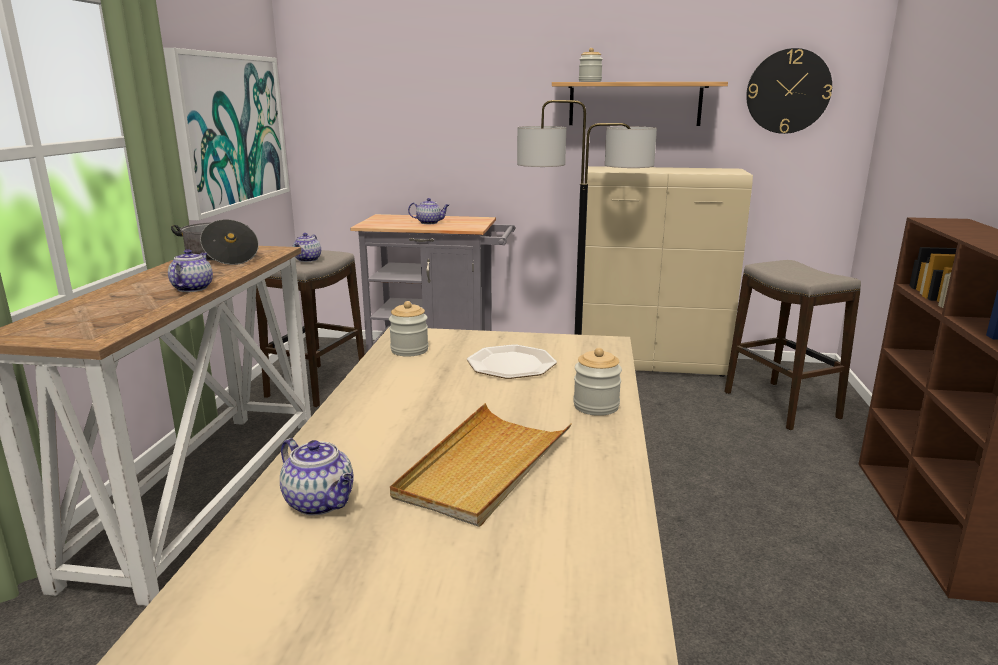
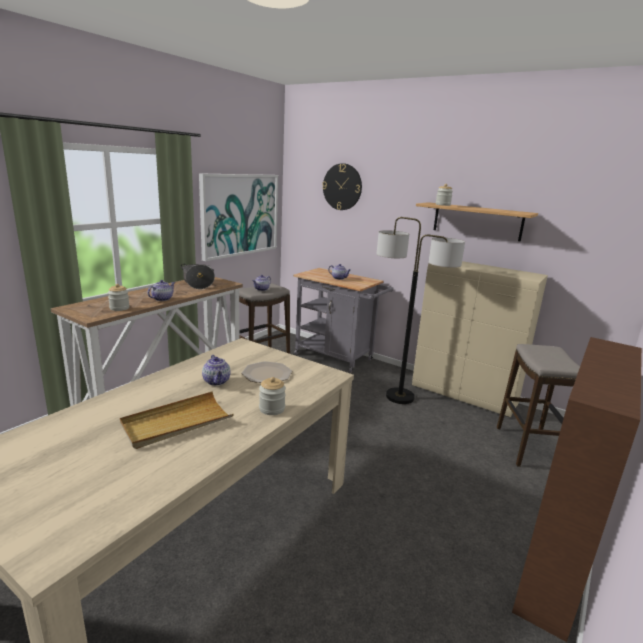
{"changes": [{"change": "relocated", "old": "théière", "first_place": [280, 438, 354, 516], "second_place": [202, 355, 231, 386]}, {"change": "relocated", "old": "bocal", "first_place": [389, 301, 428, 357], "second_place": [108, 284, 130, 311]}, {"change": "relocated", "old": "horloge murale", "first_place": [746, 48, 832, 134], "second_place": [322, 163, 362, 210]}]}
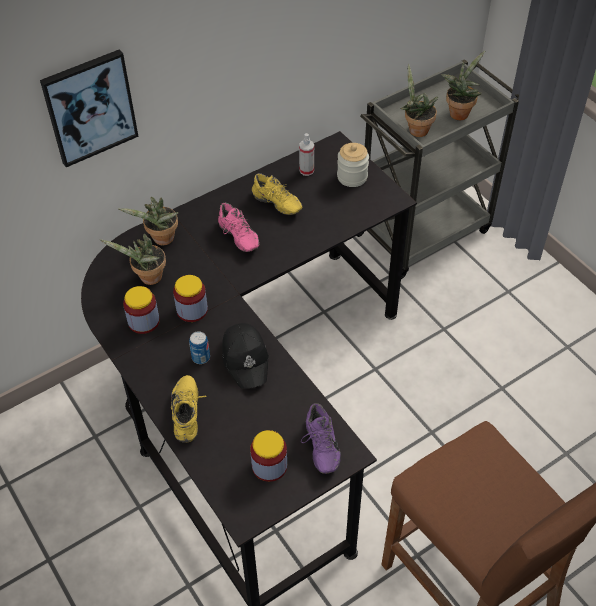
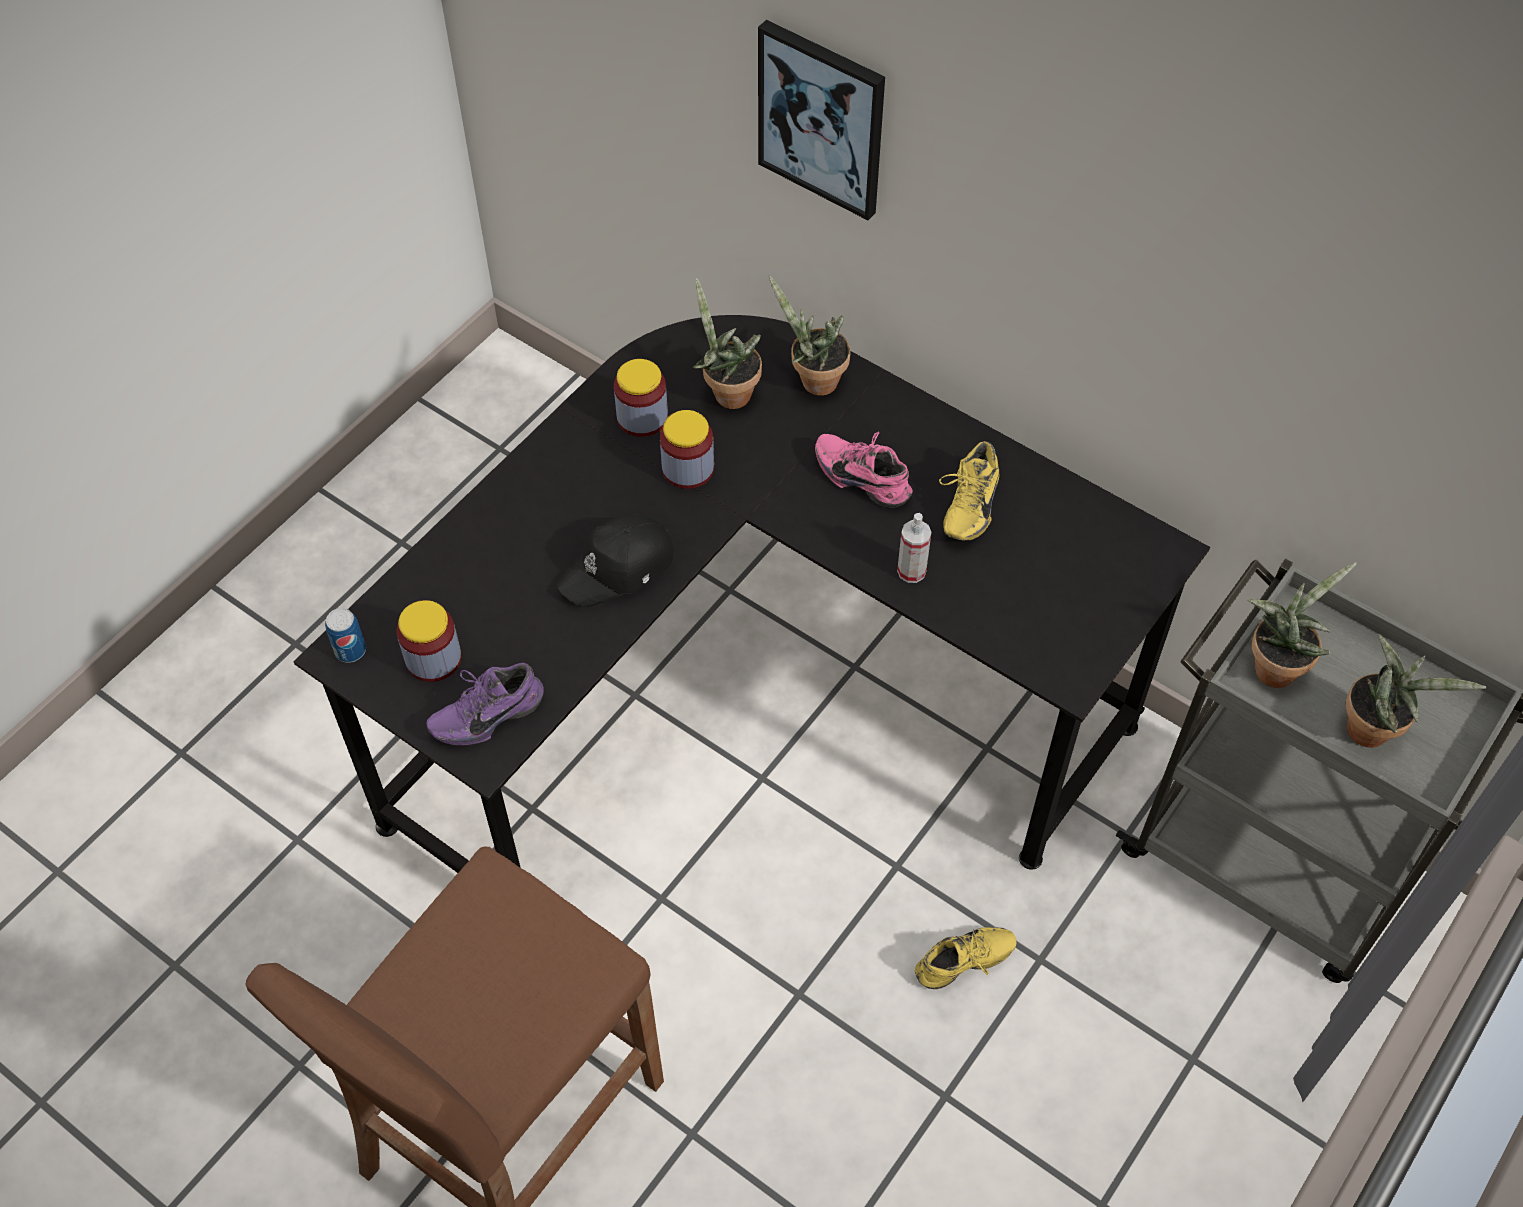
{"changes": [{"change": "missing", "old": "bocal", "first_place": [337, 143, 369, 187]}, {"change": "relocated", "old": "chaussure/jaune", "first_place": [171, 375, 206, 443], "second_place": [915, 927, 1017, 989]}, {"change": "relocated", "old": "boîte métallique", "first_place": [189, 331, 210, 364], "second_place": [325, 608, 366, 663]}, {"change": "relocated", "old": "vaporisateur", "first_place": [299, 133, 314, 176], "second_place": [897, 513, 931, 583]}, {"change": "spun", "old": "chaussure/rose", "first_place": [218, 203, 259, 252], "second_place": [815, 431, 913, 508], "degrees": 90}]}
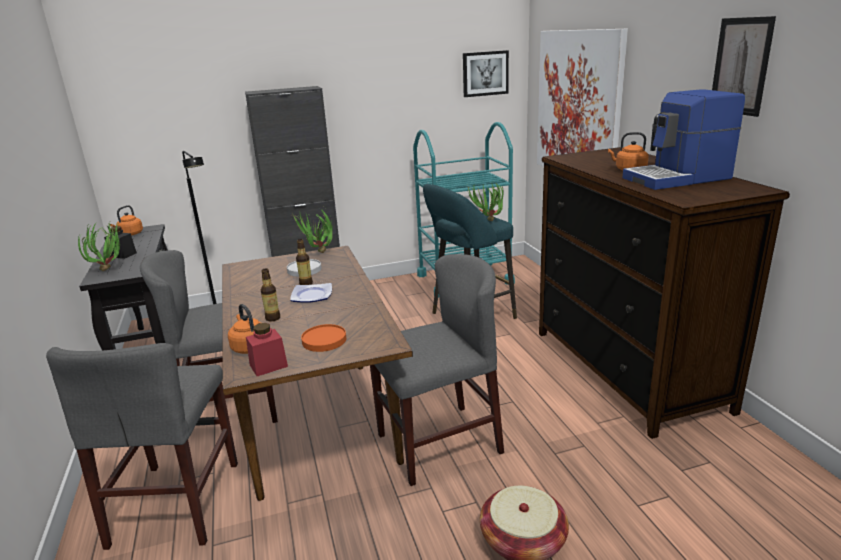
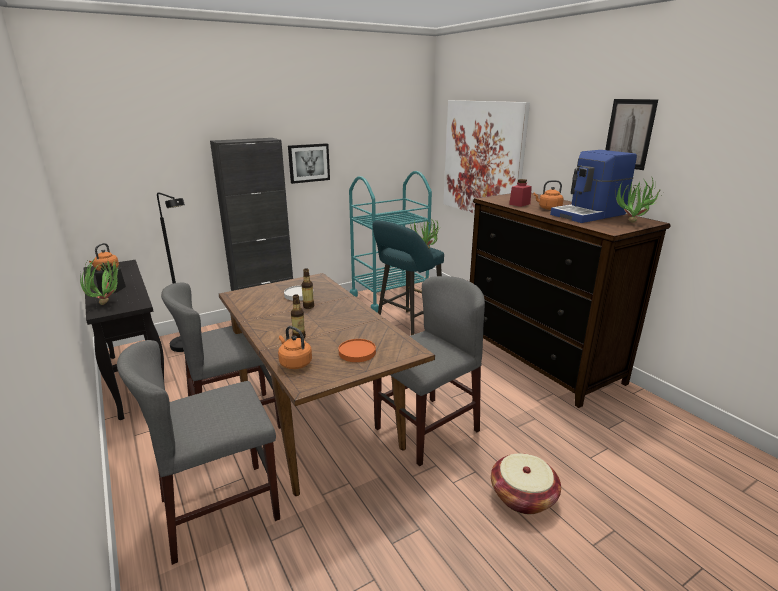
{"changes": [{"change": "missing", "old": "assiette", "first_place": [290, 283, 332, 303]}, {"change": "relocated", "old": "bocal/rouge", "first_place": [246, 323, 288, 376], "second_place": [509, 179, 532, 207]}, {"change": "relocated", "old": "plante en pot", "first_place": [290, 209, 333, 253], "second_place": [616, 178, 660, 223]}, {"change": "relocated", "old": "tableau", "first_place": [463, 50, 509, 97], "second_place": [288, 143, 330, 184]}, {"change": "spun", "old": "chaise/gris", "first_place": [46, 343, 238, 550], "second_place": [117, 340, 280, 565], "degrees": 75}]}
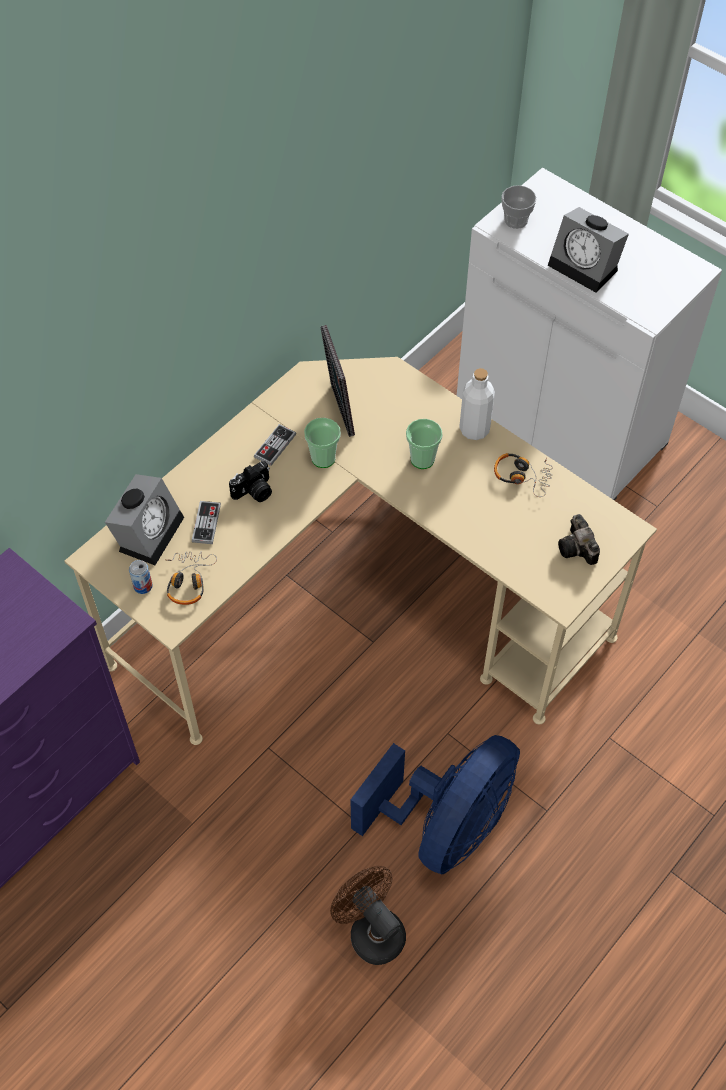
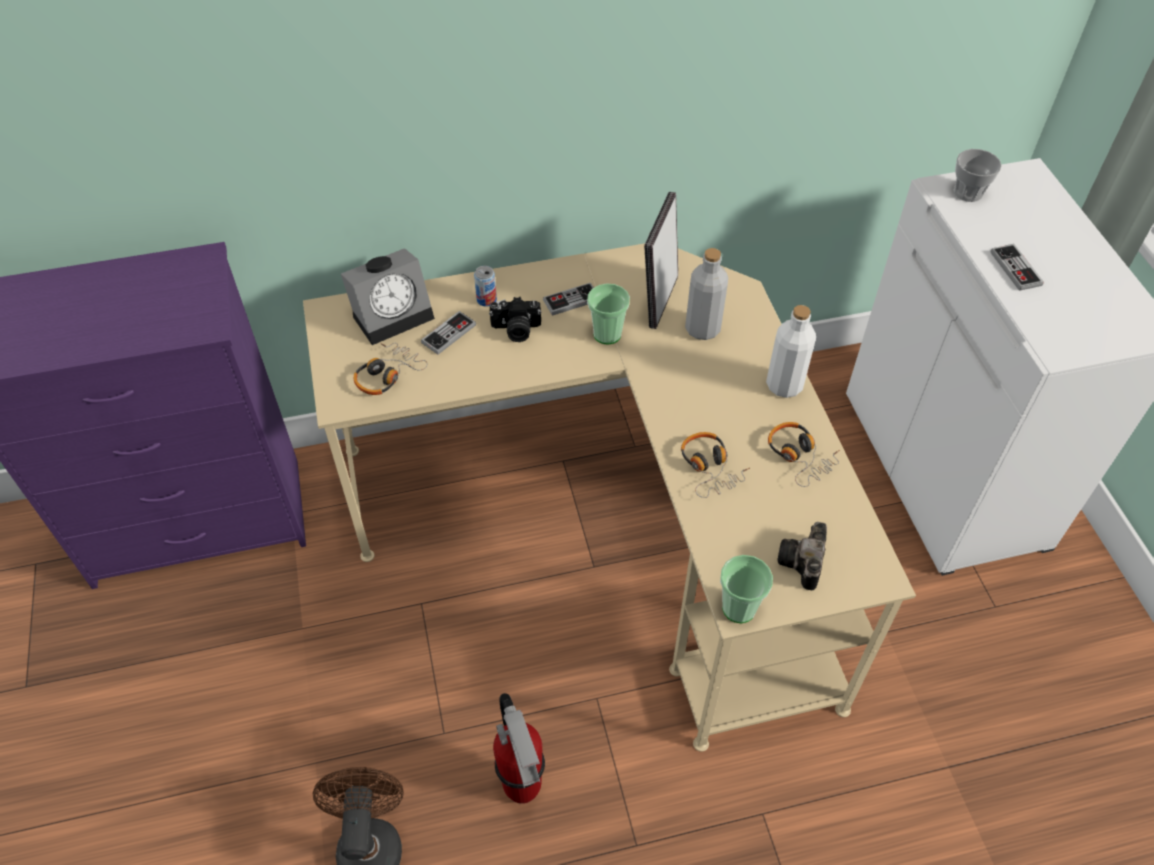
{"changes": [{"change": "appeared", "new": "casque audio", "second_place": [681, 432, 750, 498]}, {"change": "appeared", "new": "bouteille/gris", "second_place": [685, 248, 728, 340]}, {"change": "relocated", "old": "boîte métallique", "first_place": [129, 560, 153, 594], "second_place": [474, 266, 497, 307]}, {"change": "relocated", "old": "tasse", "first_place": [406, 419, 443, 469], "second_place": [720, 555, 773, 623]}, {"change": "exchanged", "old": "ventilateur/bleu", "new": "extincteur", "first_place": [350, 735, 520, 874], "second_place": [493, 693, 545, 804]}, {"change": "exchanged", "old": "réveil", "new": "manette", "first_place": [548, 207, 629, 293], "second_place": [990, 244, 1044, 291]}]}
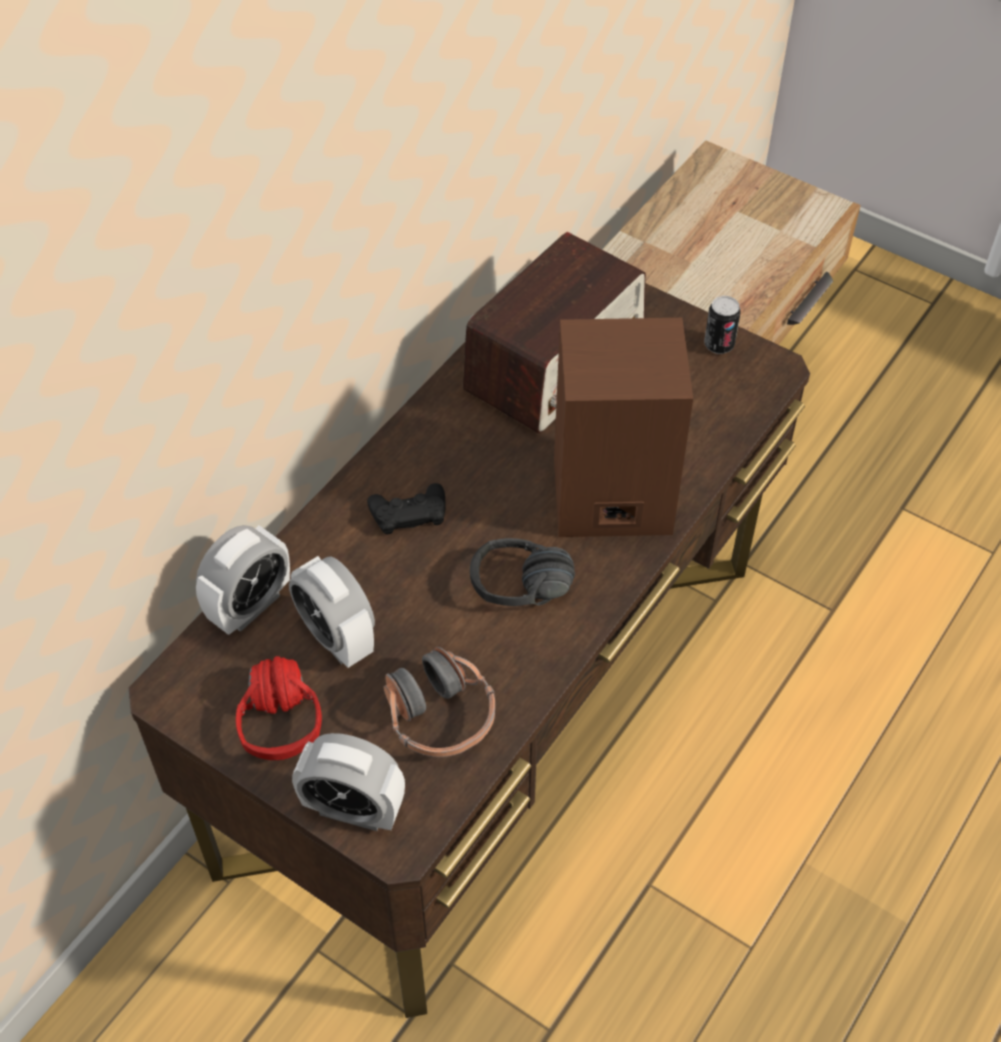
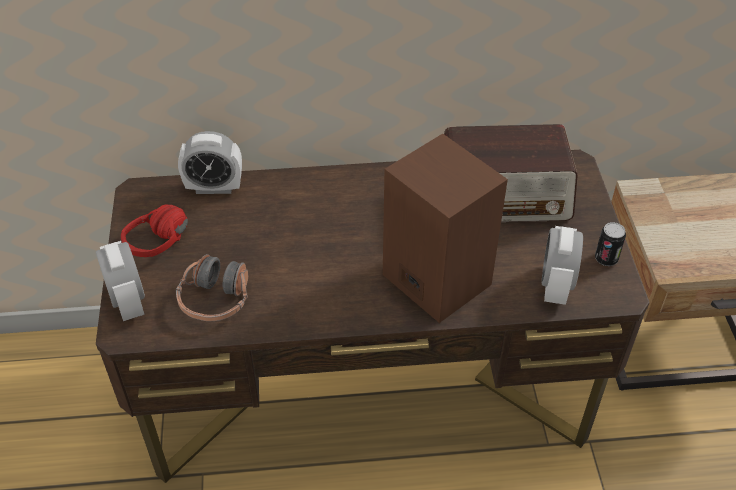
{"changes": [{"change": "missing", "old": "manette/noir", "first_place": [367, 483, 446, 535]}, {"change": "missing", "old": "casque audio/noir", "first_place": [470, 538, 575, 606]}, {"change": "relocated", "old": "réveil", "first_place": [289, 556, 375, 668], "second_place": [542, 226, 583, 305]}]}
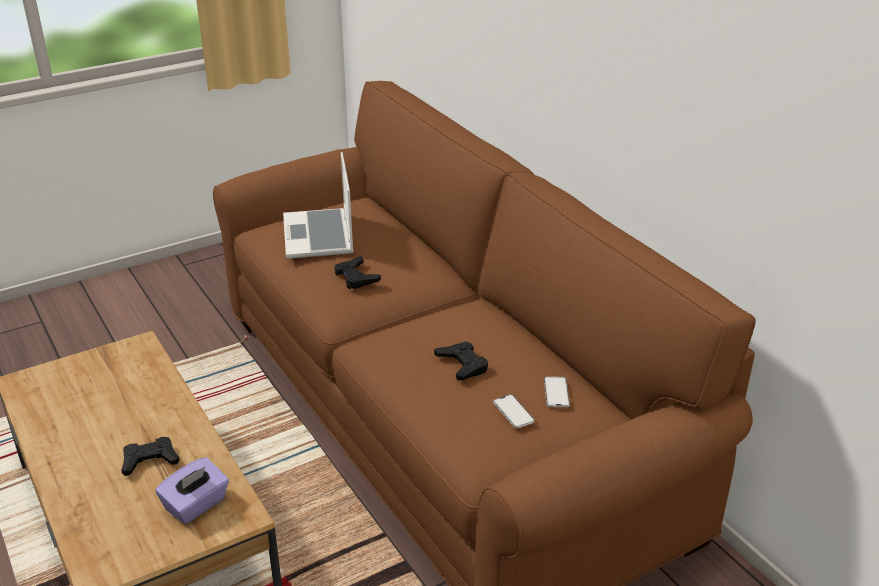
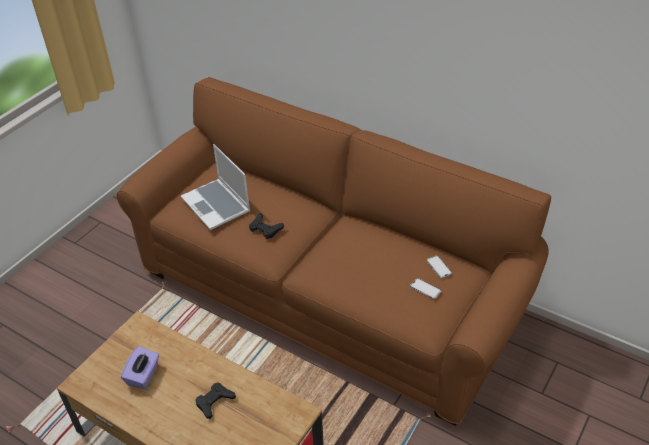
{"changes": [{"change": "missing", "old": "manette/noir", "first_place": [434, 341, 488, 380]}, {"change": "relocated", "old": "boîte à mouchoirs/violet", "first_place": [155, 457, 229, 524], "second_place": [121, 346, 159, 389]}]}
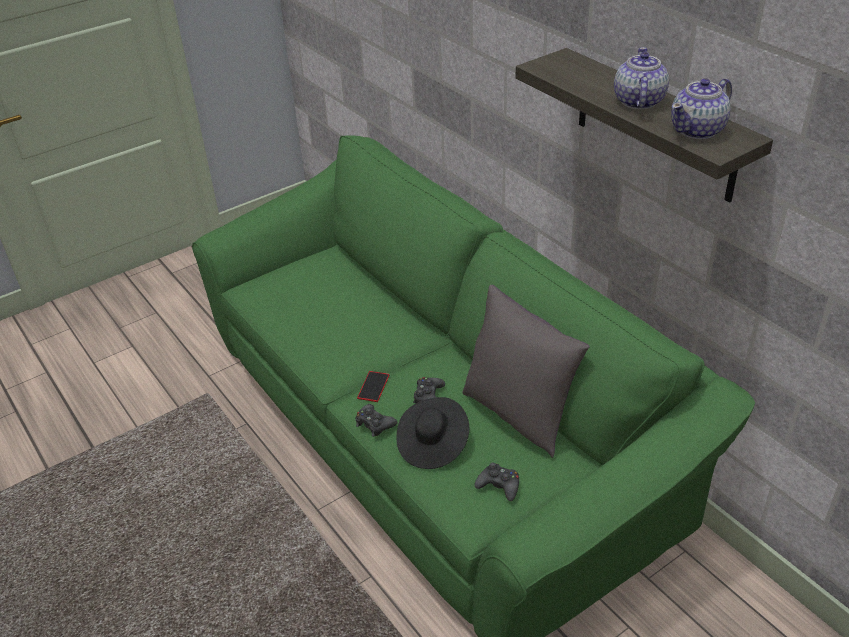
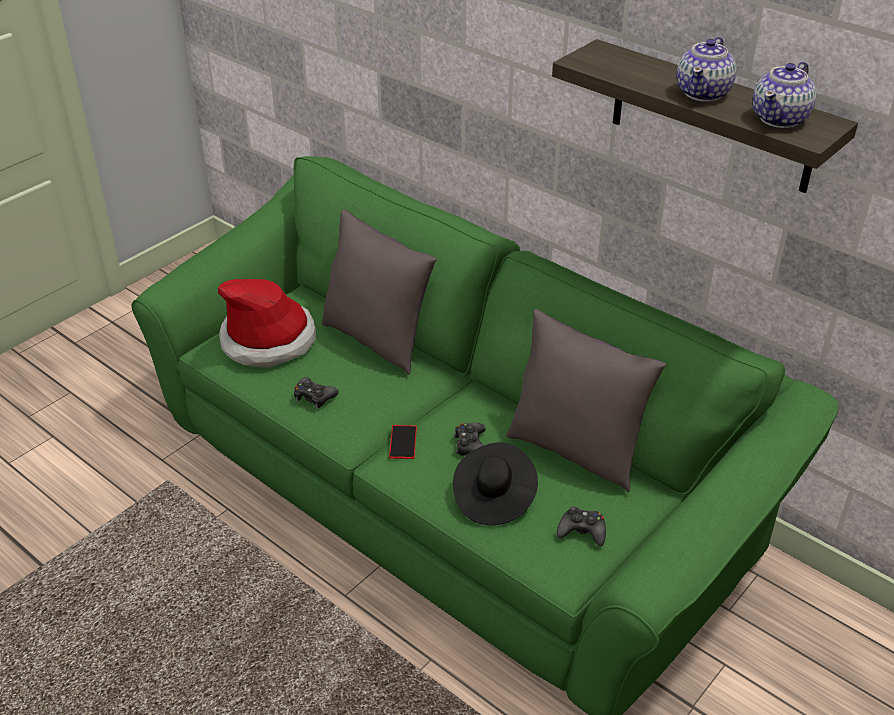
{"changes": [{"change": "appeared", "new": "chapeau", "second_place": [218, 279, 316, 367]}, {"change": "appeared", "new": "coussin/gris", "second_place": [322, 210, 437, 375]}, {"change": "relocated", "old": "manette/noir", "first_place": [355, 404, 397, 437], "second_place": [294, 377, 339, 409]}, {"change": "spun", "old": "théière", "first_place": [614, 47, 669, 109], "second_place": [677, 37, 737, 102], "degrees": -150}]}
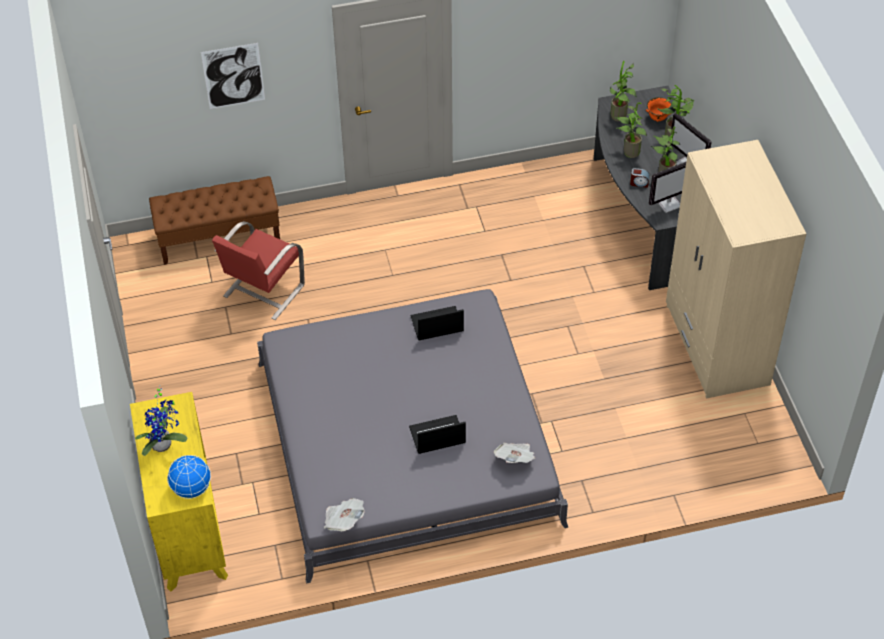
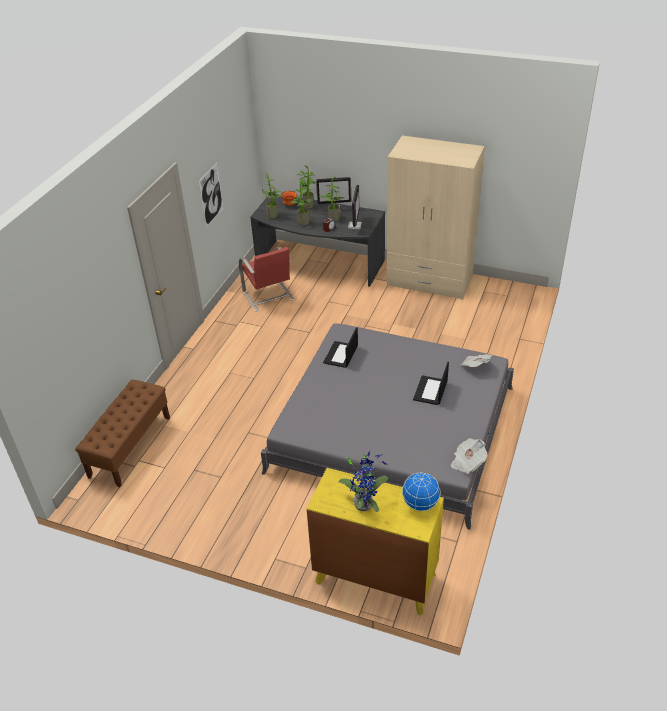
{"changes": [{"change": "relocated", "old": "tableau", "first_place": [201, 43, 265, 109], "second_place": [199, 163, 223, 227]}, {"change": "relocated", "old": "chaise/rouge", "first_place": [212, 221, 305, 320], "second_place": [239, 247, 295, 312]}]}
